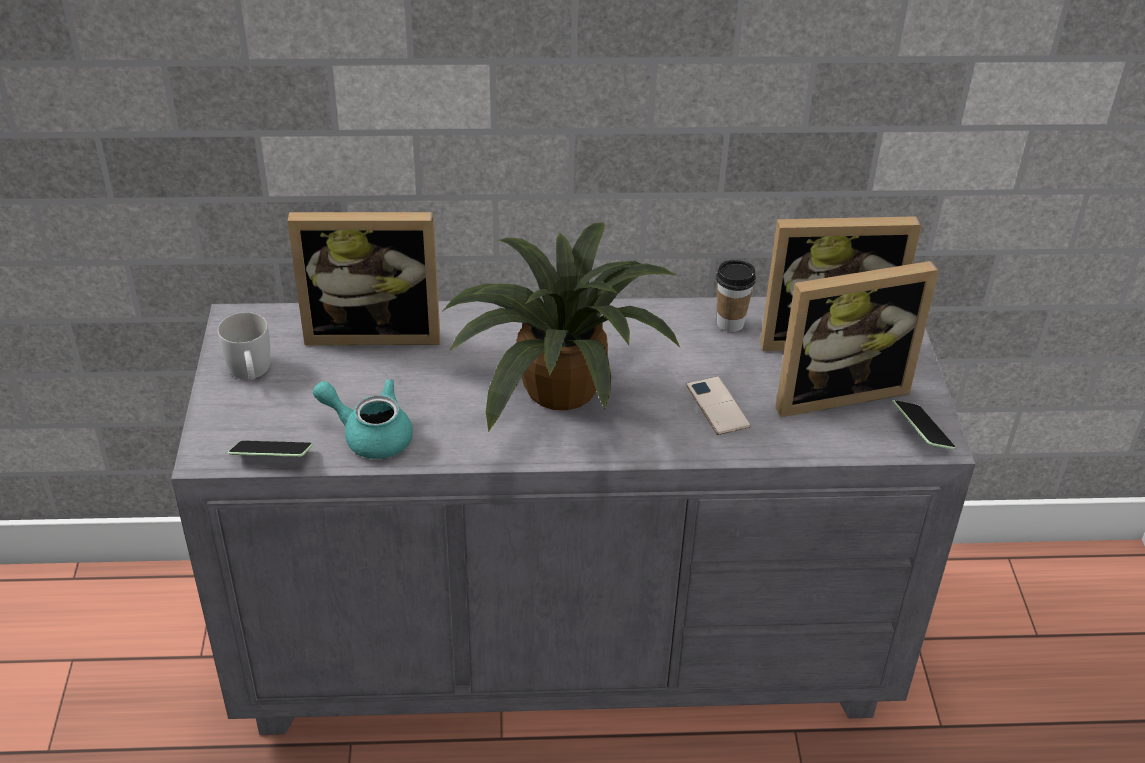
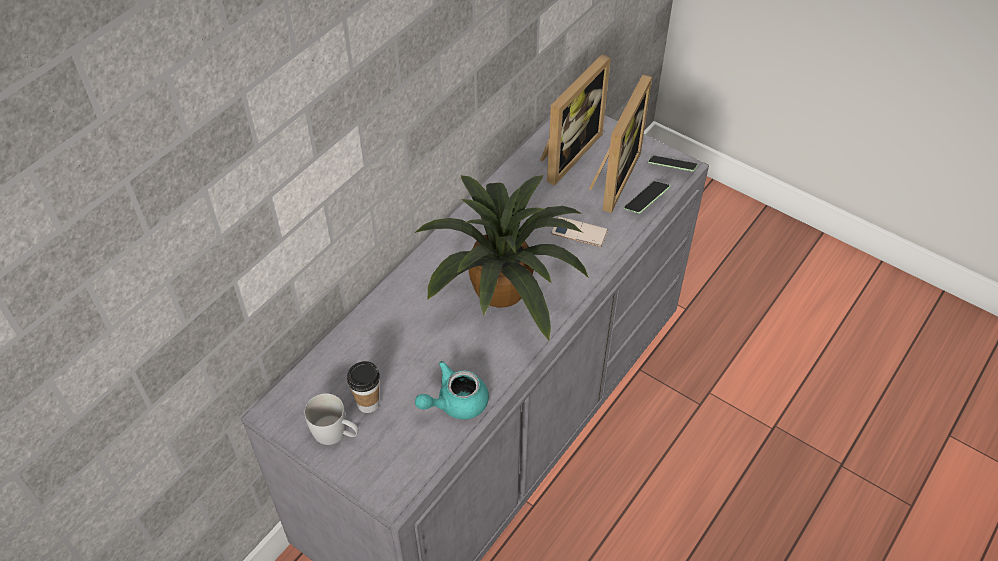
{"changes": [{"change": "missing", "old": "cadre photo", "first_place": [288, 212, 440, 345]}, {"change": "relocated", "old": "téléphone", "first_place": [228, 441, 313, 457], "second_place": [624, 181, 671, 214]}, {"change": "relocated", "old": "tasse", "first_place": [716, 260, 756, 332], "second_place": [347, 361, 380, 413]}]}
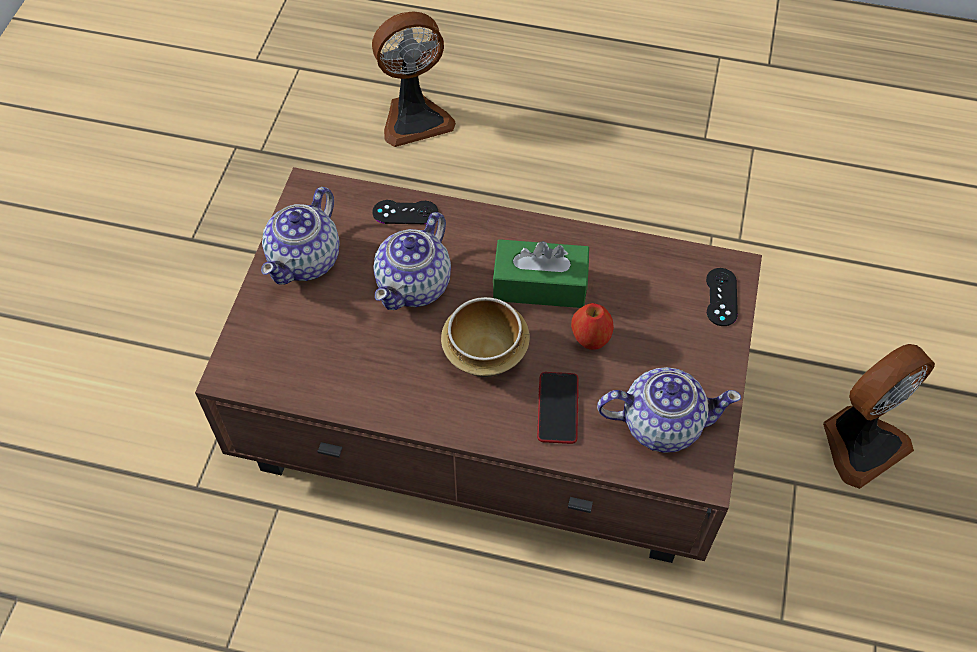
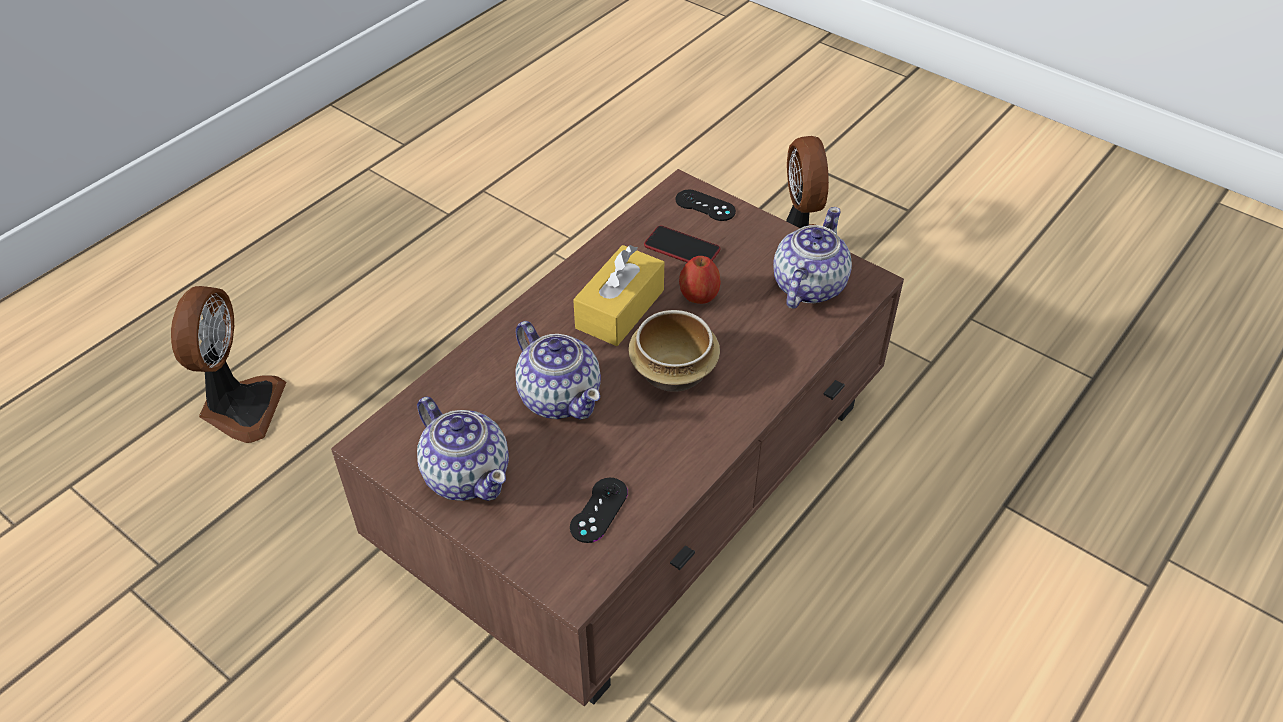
{"changes": [{"change": "relocated", "old": "manette/noir", "first_place": [372, 200, 438, 224], "second_place": [570, 478, 628, 543]}, {"change": "relocated", "old": "téléphone", "first_place": [537, 372, 579, 444], "second_place": [644, 226, 720, 262]}, {"change": "colour", "old": "boîte à mouchoirs/vert", "new": "boîte à mouchoirs/jaune", "first_place": [493, 239, 589, 308], "second_place": [573, 245, 664, 346]}]}
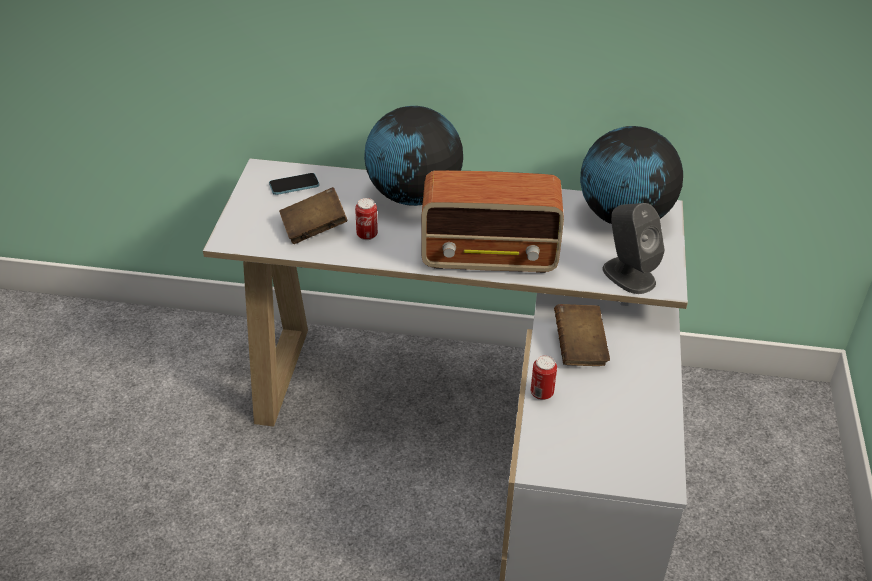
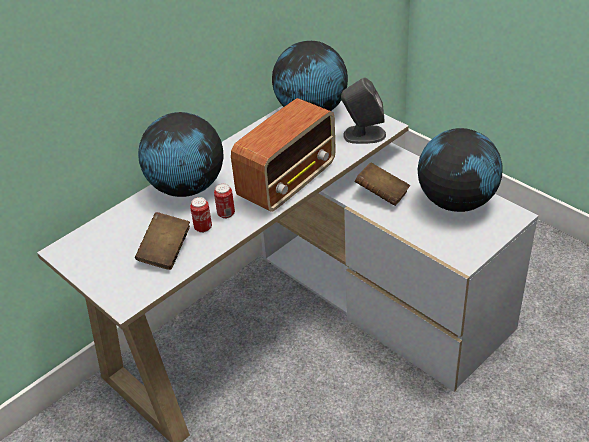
{"changes": [{"change": "missing", "old": "téléphone", "first_place": [269, 173, 319, 195]}, {"change": "appeared", "new": "globe", "second_place": [418, 128, 503, 212]}, {"change": "relocated", "old": "boîte métallique", "first_place": [531, 355, 557, 400], "second_place": [214, 184, 235, 219]}]}
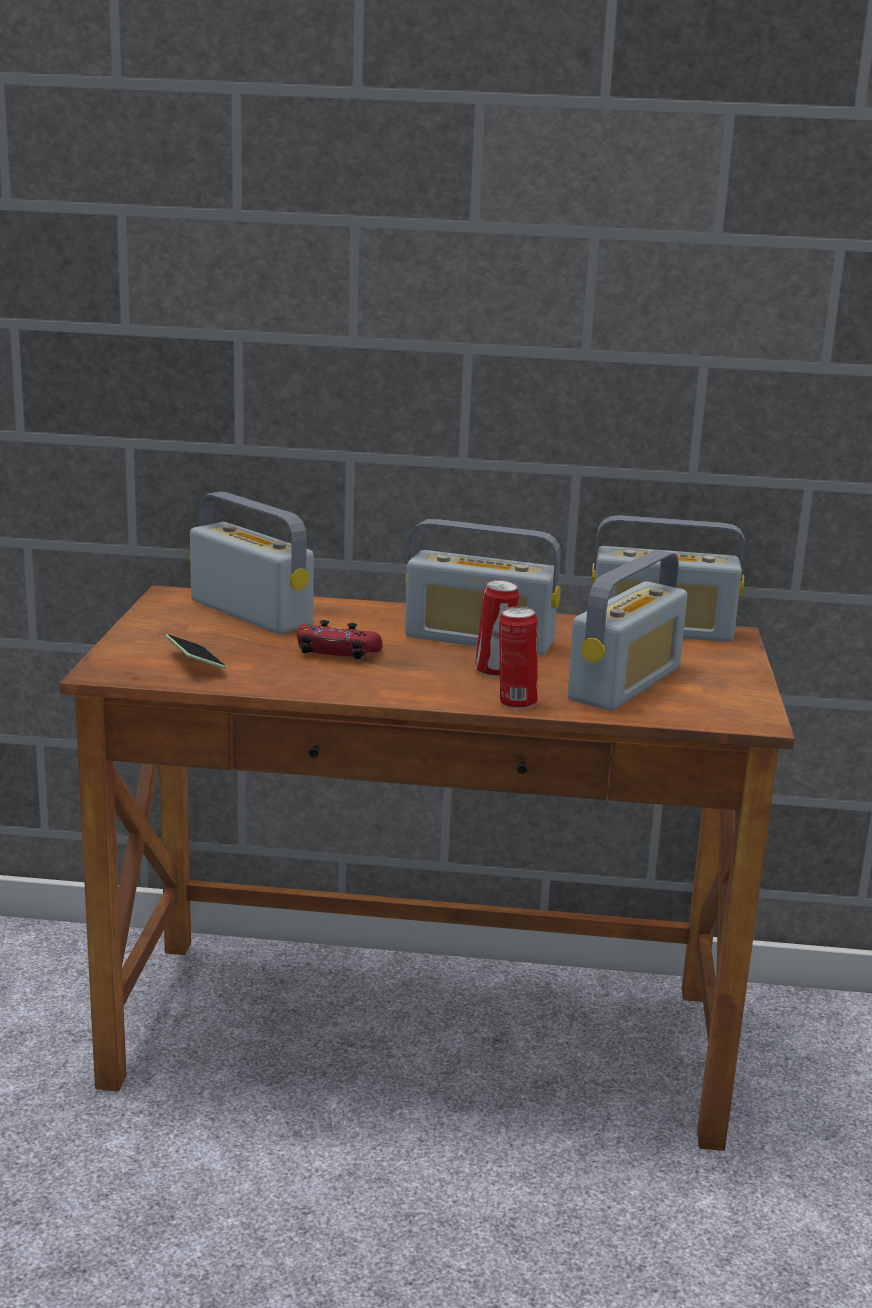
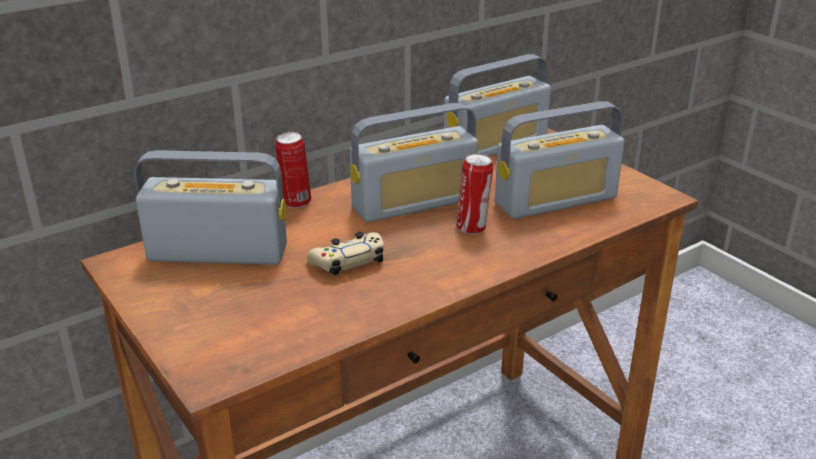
{"changes": [{"change": "missing", "old": "téléphone", "first_place": [165, 634, 226, 669]}, {"change": "relocated", "old": "boîte métallique", "first_place": [499, 606, 538, 709], "second_place": [275, 132, 311, 208]}, {"change": "colour", "old": "manette/rouge", "new": "manette/beige", "first_place": [297, 620, 383, 660], "second_place": [307, 232, 384, 276]}, {"change": "spun", "old": "radio", "first_place": [568, 550, 687, 711], "second_place": [495, 101, 624, 219], "degrees": 75}]}
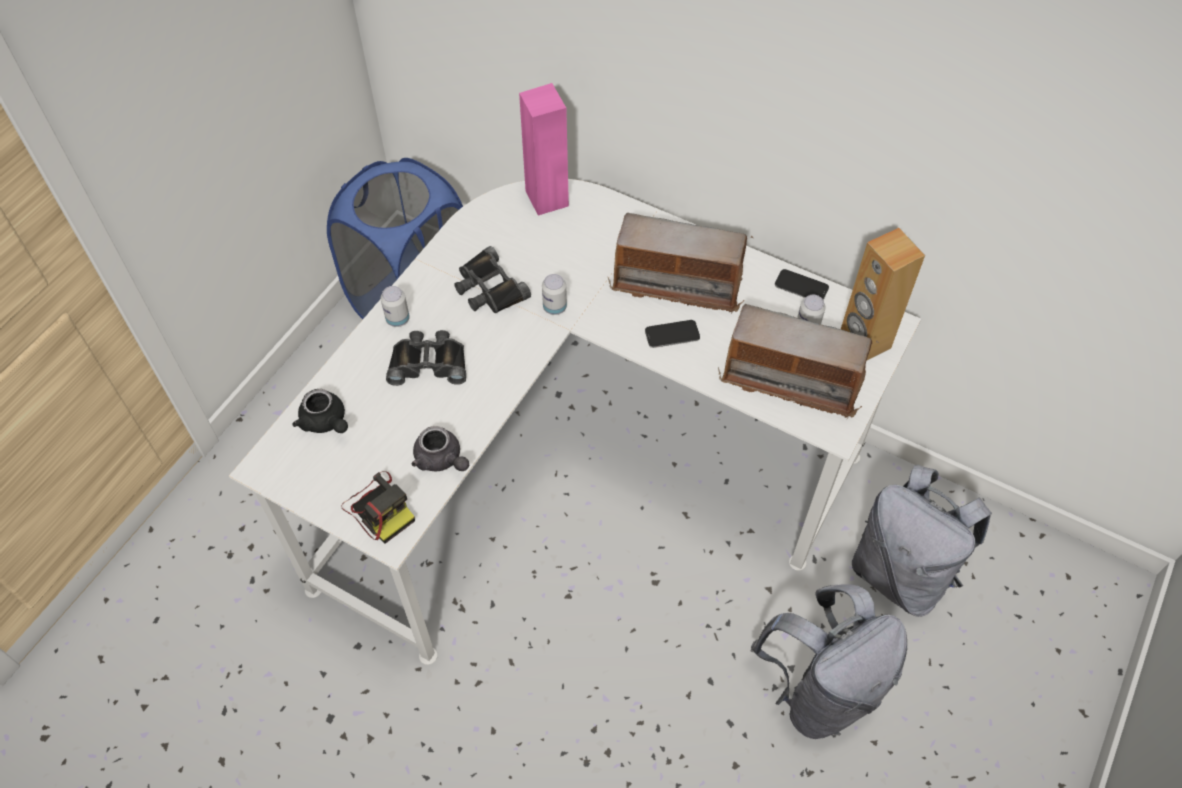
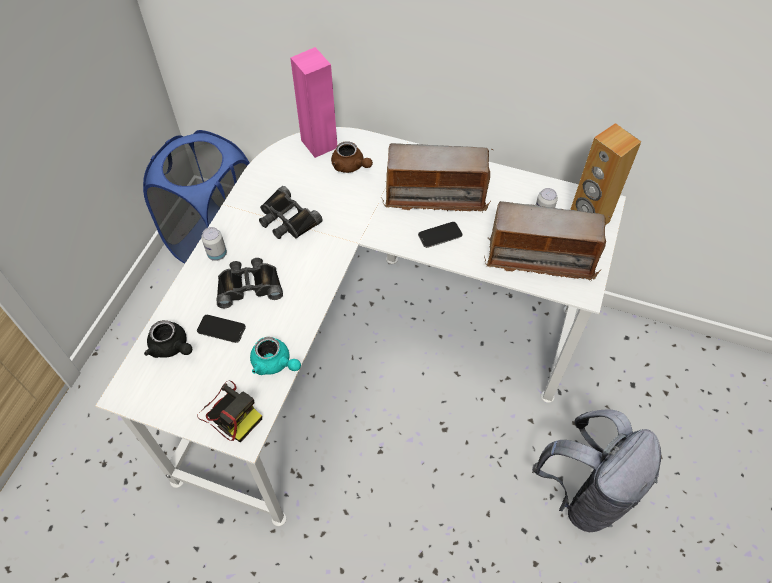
{"changes": [{"change": "missing", "old": "boîte métallique", "first_place": [542, 274, 567, 315]}, {"change": "missing", "old": "sac à dos/gris", "first_place": [852, 465, 992, 617]}, {"change": "appeared", "new": "théière/marron", "second_place": [331, 141, 373, 173]}, {"change": "relocated", "old": "téléphone", "first_place": [775, 269, 829, 300], "second_place": [197, 315, 246, 343]}, {"change": "colour", "old": "théière/gris", "new": "théière/turquoise", "first_place": [412, 426, 469, 471], "second_place": [250, 337, 301, 375]}]}
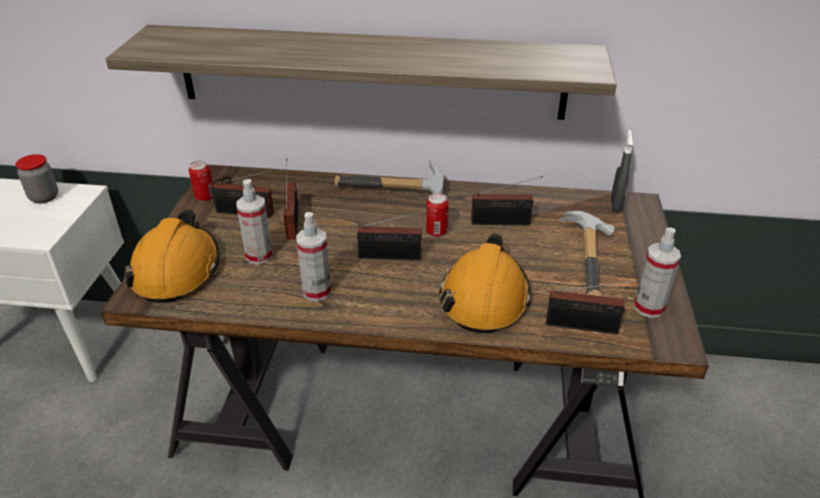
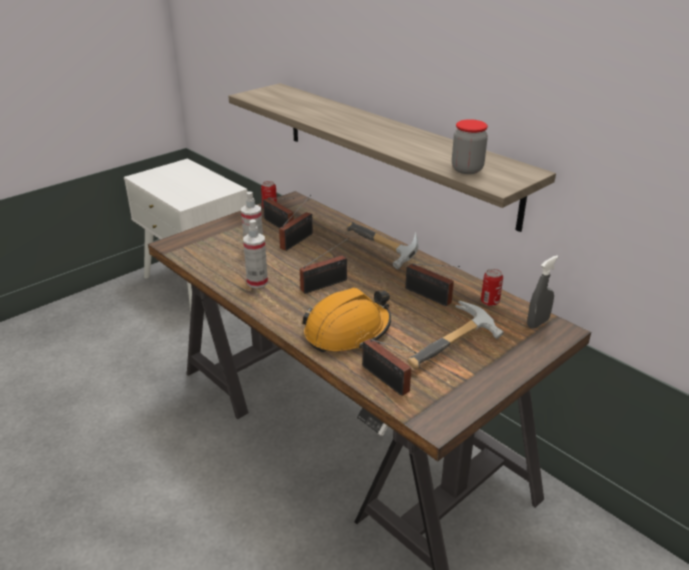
{"changes": [{"change": "missing", "old": "casque de chantier/orange", "first_place": [124, 209, 220, 303]}, {"change": "missing", "old": "vaporisateur", "first_place": [634, 228, 681, 318]}, {"change": "relocated", "old": "bocal", "first_place": [15, 154, 58, 203], "second_place": [452, 119, 488, 174]}, {"change": "relocated", "old": "boîte métallique", "first_place": [426, 193, 449, 237], "second_place": [481, 269, 503, 306]}, {"change": "spun", "old": "radio", "first_place": [357, 209, 430, 261], "second_place": [300, 238, 349, 294], "degrees": -75}]}
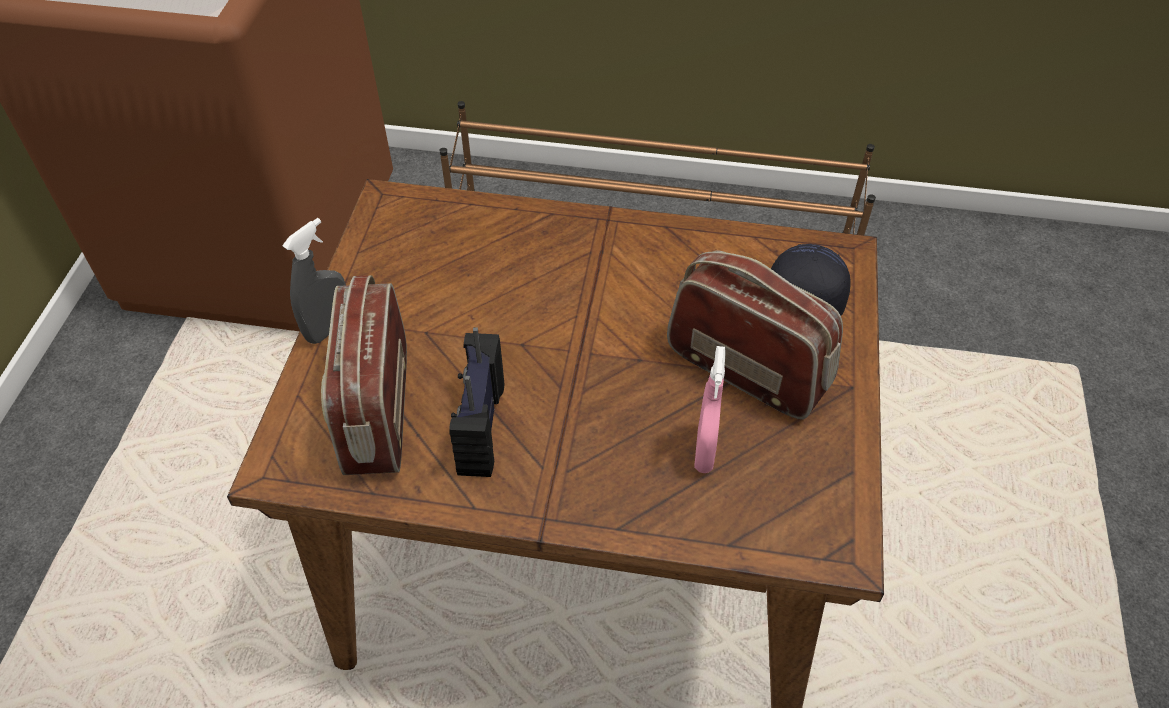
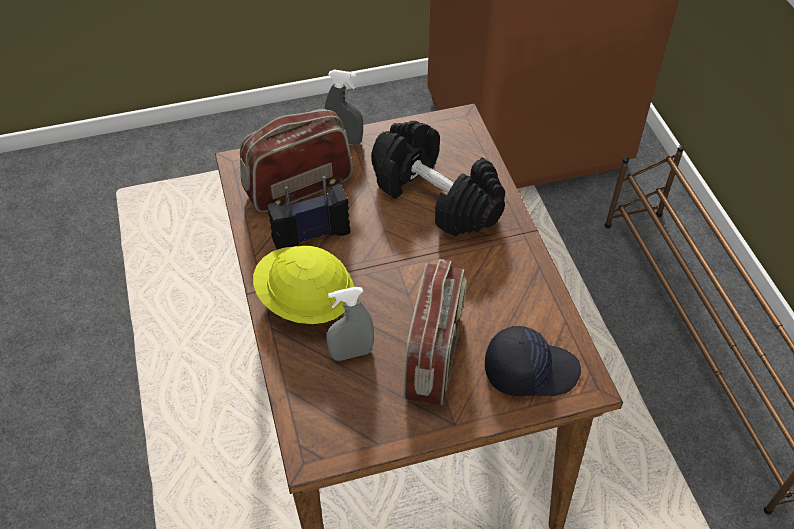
{"changes": [{"change": "appeared", "new": "casque de chantier/jaune", "second_place": [253, 246, 354, 324]}, {"change": "appeared", "new": "haltère/noir", "second_place": [371, 121, 505, 236]}, {"change": "colour", "old": "vaporisateur/rose", "new": "vaporisateur/gris", "first_place": [694, 346, 725, 473], "second_place": [326, 287, 374, 361]}]}
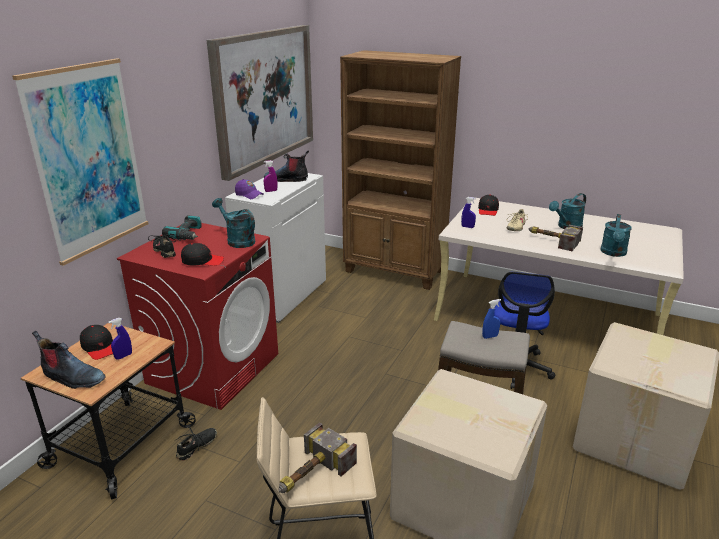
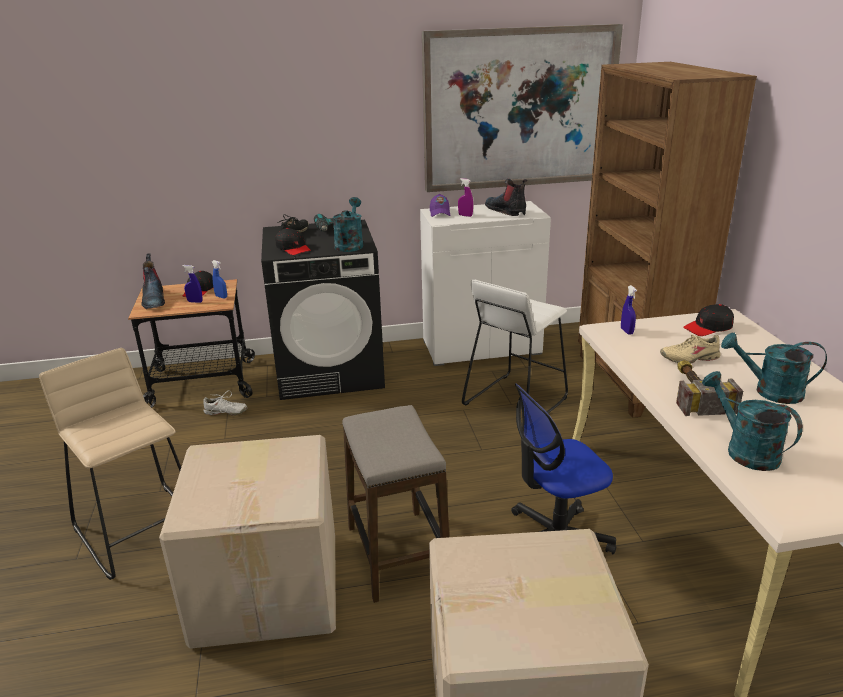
{"changes": [{"change": "missing", "old": "tableau", "first_place": [12, 59, 148, 266]}, {"change": "missing", "old": "marteau", "first_place": [278, 423, 357, 493]}, {"change": "appeared", "new": "tabouret/blanc", "second_place": [462, 280, 568, 413]}, {"change": "relocated", "old": "vaporisateur/bleu", "first_place": [482, 299, 501, 339], "second_place": [212, 260, 227, 298]}, {"change": "colour", "old": "lave-linge/rouge", "new": "lave-linge/noir", "first_place": [117, 223, 278, 410], "second_place": [261, 220, 385, 400]}, {"change": "colour", "old": "chaussure/noir", "new": "chaussure/blanc", "first_place": [176, 426, 217, 461], "second_place": [203, 391, 247, 415]}, {"change": "spun", "old": "arrosoir/turquoise", "first_place": [600, 214, 632, 257], "second_place": [702, 371, 803, 471], "degrees": 75}]}
